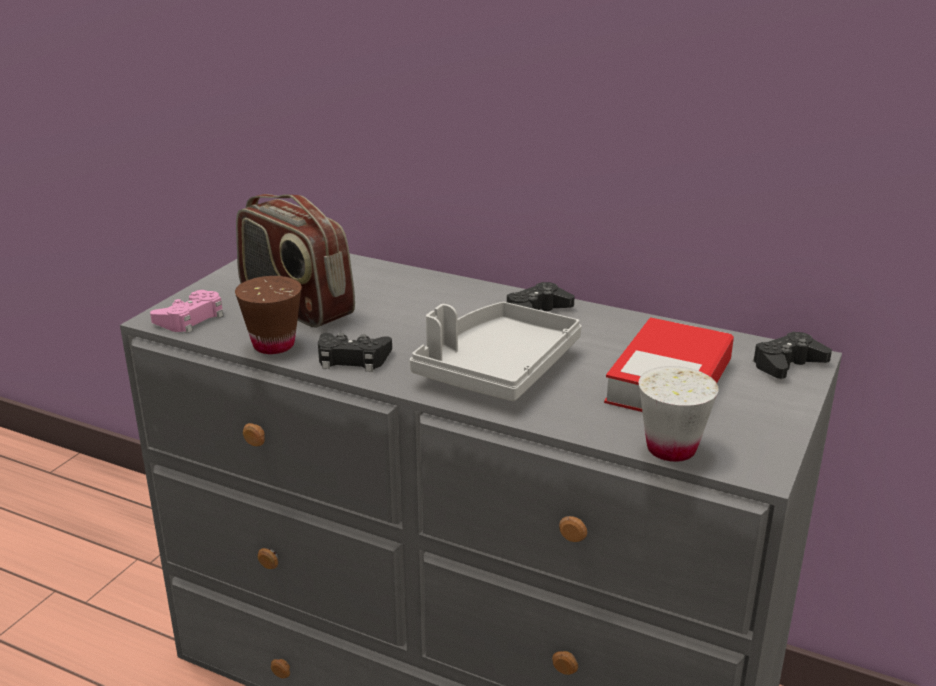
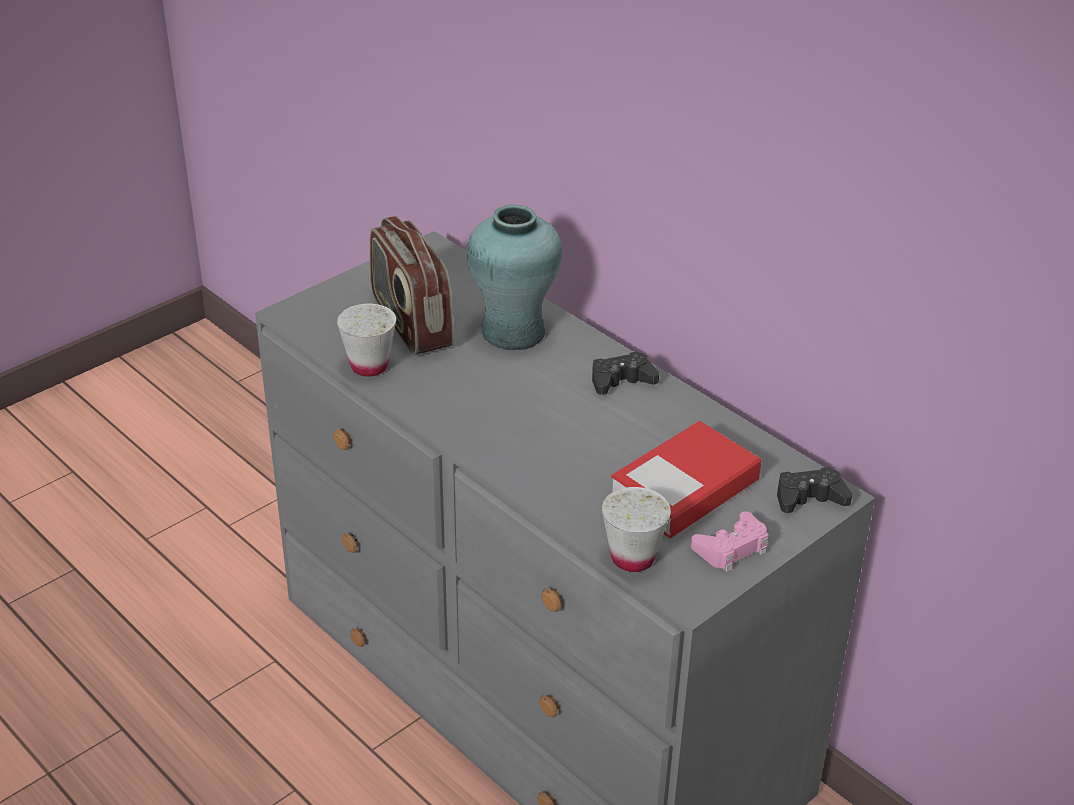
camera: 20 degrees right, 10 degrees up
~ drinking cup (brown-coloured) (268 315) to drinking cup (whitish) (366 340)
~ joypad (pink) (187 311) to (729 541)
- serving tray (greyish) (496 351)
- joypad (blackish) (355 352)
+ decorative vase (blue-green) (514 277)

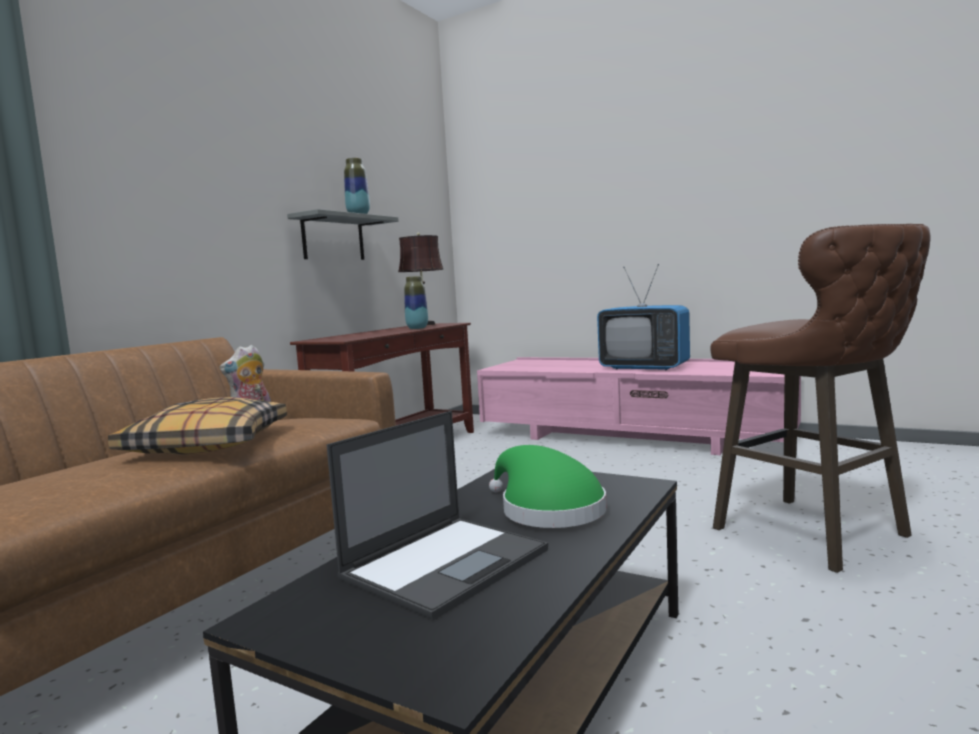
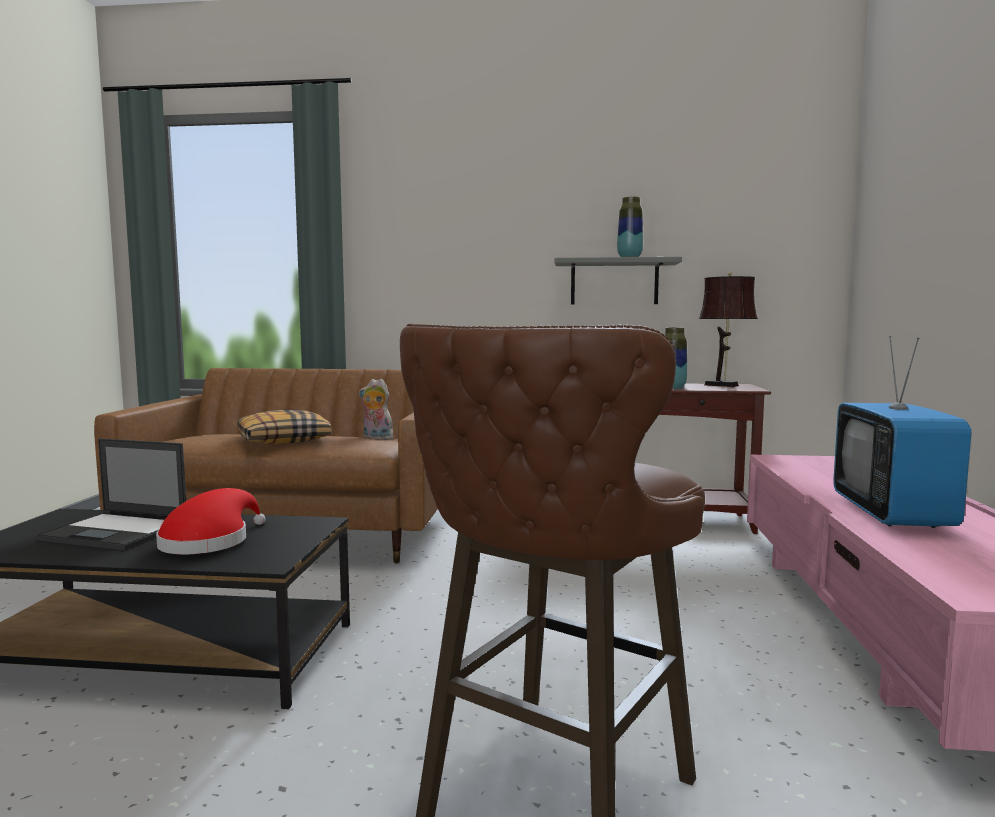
camera: 65 degrees right, 0 degrees up
~ wearable hat (green-coloured) (548 486) to wearable hat (red) (211 521)

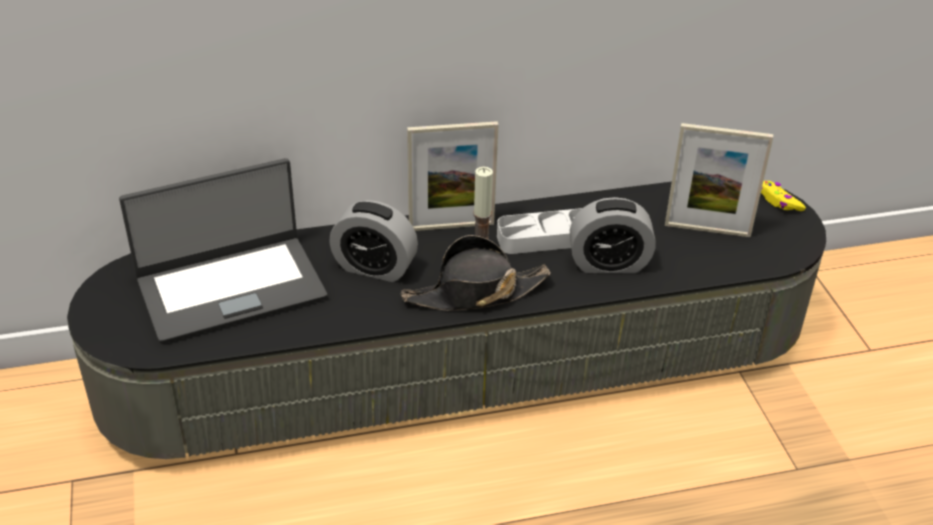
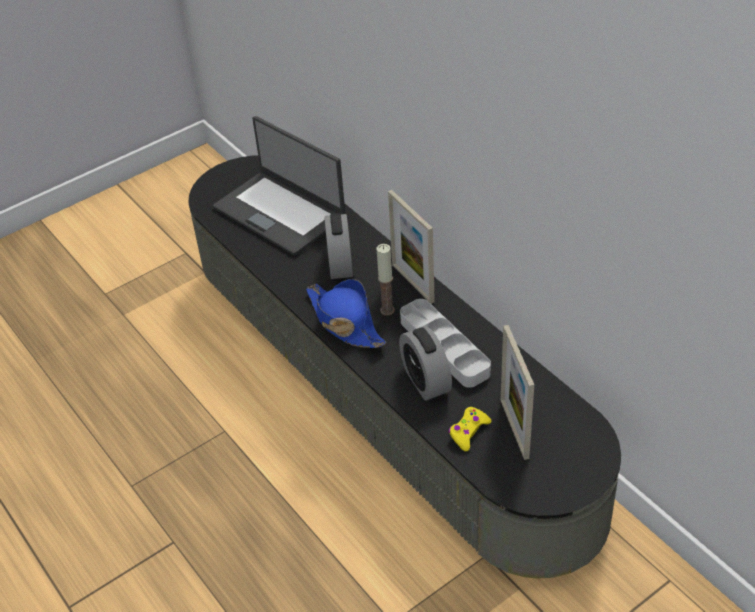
camera: 70 degrees right, 5 degrees up
~ joypad (yellow-coloured) (783 196) to (470 429)
~ wearable hat (blackish) (476 273) to wearable hat (bluish) (346 313)

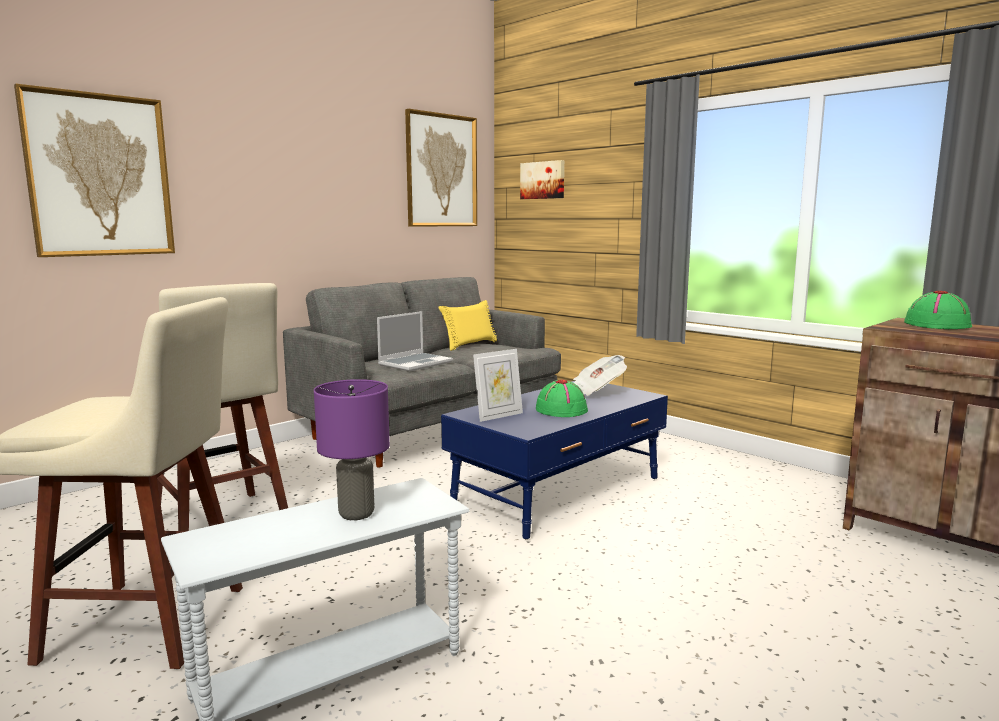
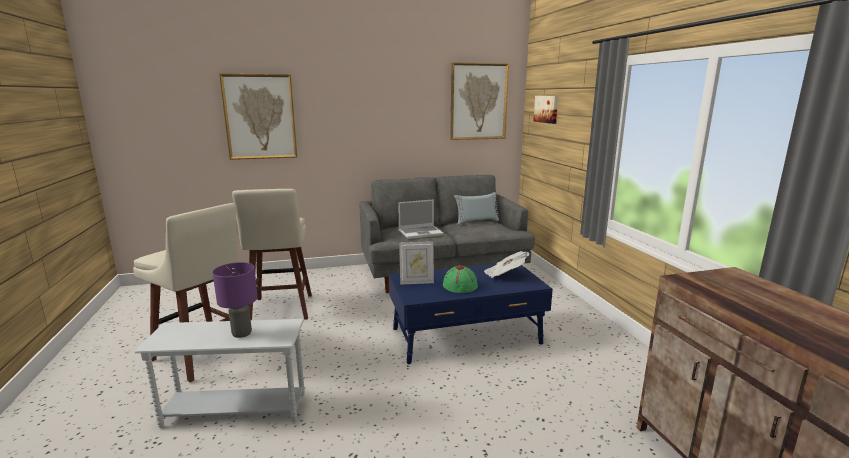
camera: 30 degrees right, 5 degrees up
- wearable hat (green-coloured) (938 309)
~ throw pillow (yellow-coloured) (467 325) to throw pillow (bluish) (476 208)

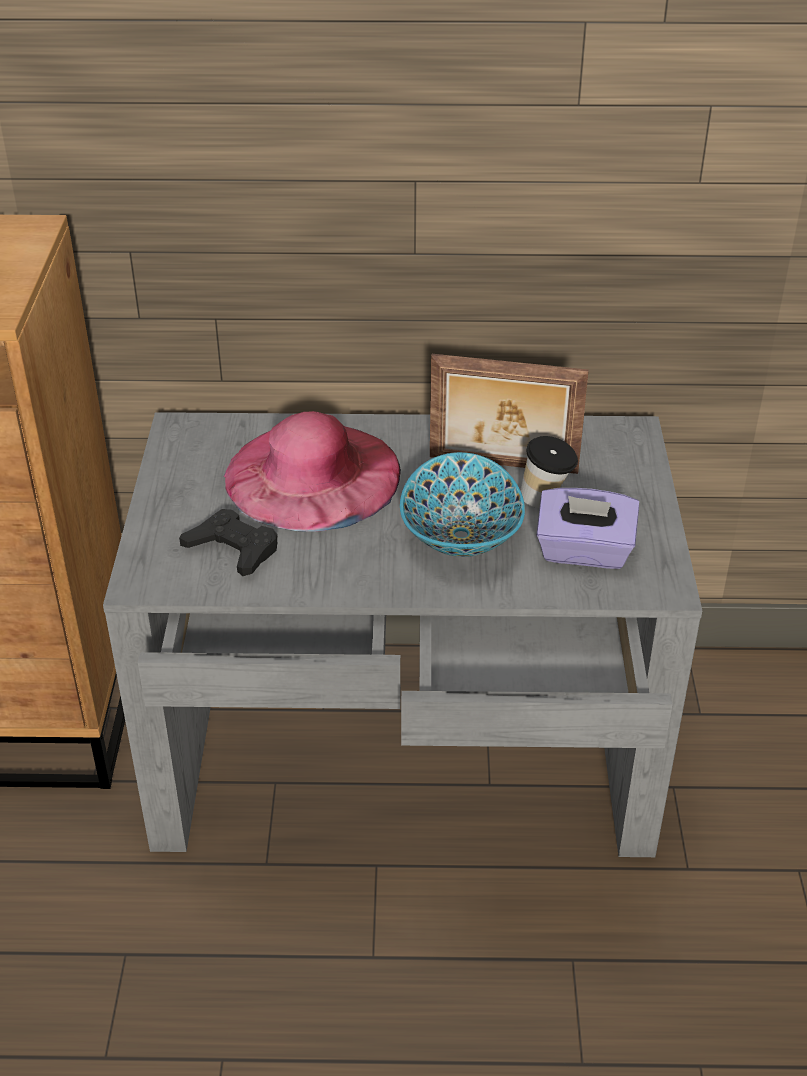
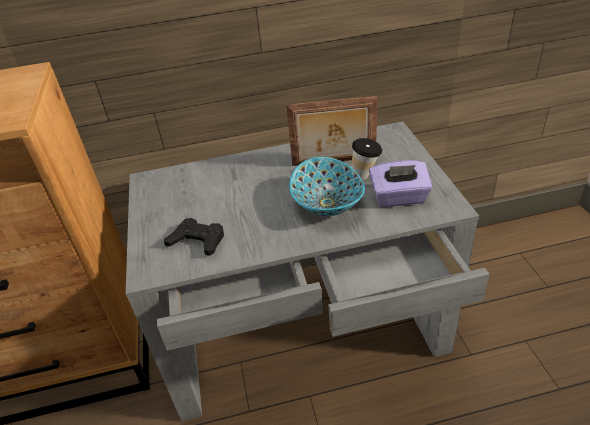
camera: 10 degrees left, 0 degrees up
- wearable hat (pink) (312 471)

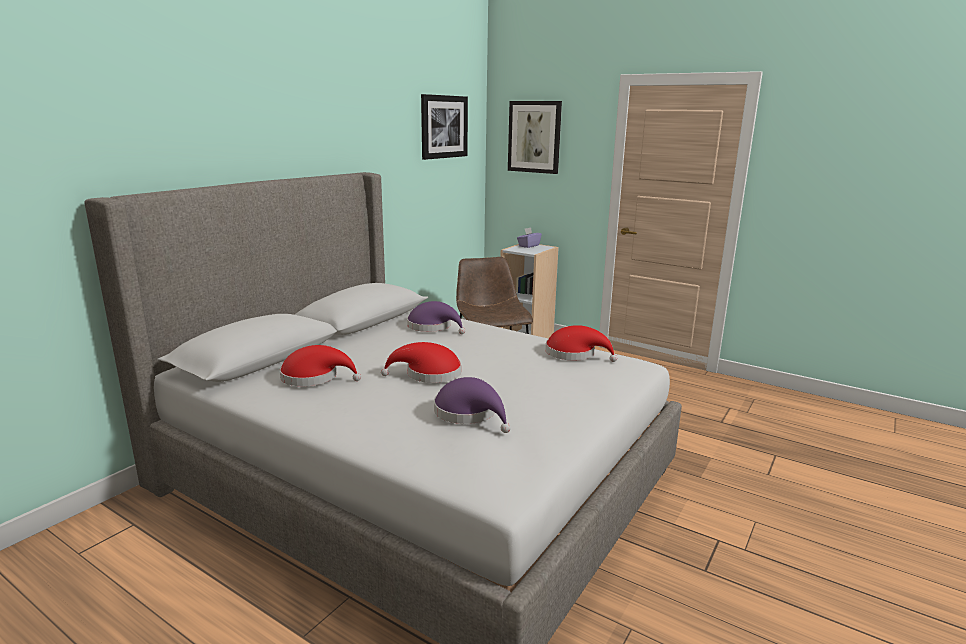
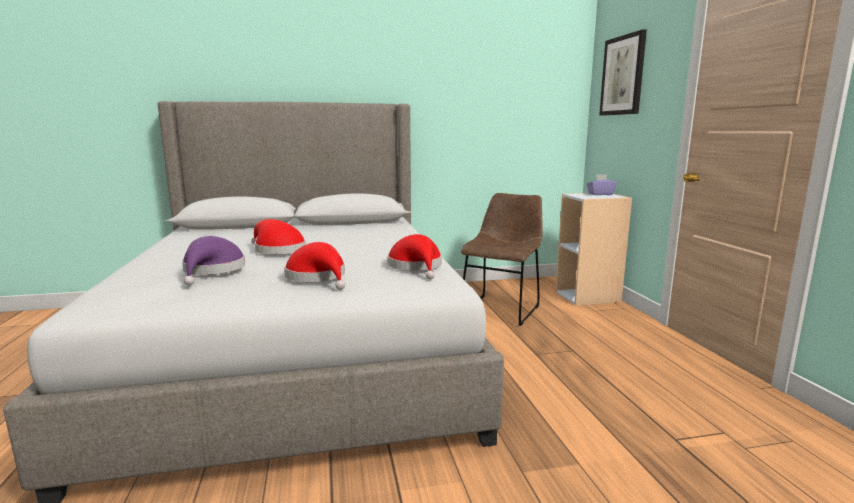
camera: 45 degrees right, 5 degrees down
- wall art (444 127)
- wearable hat (purple) (436 317)
~ wearable hat (red) (320 365) to (314 266)

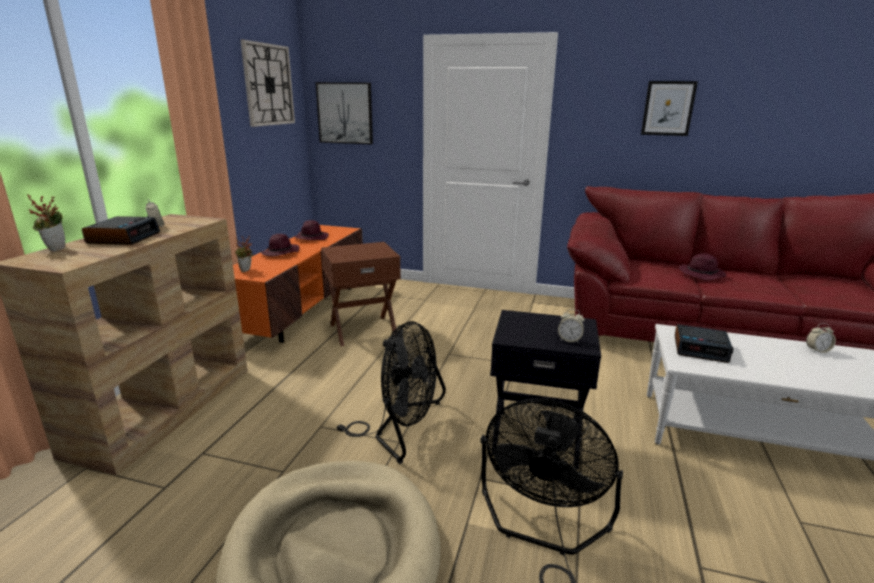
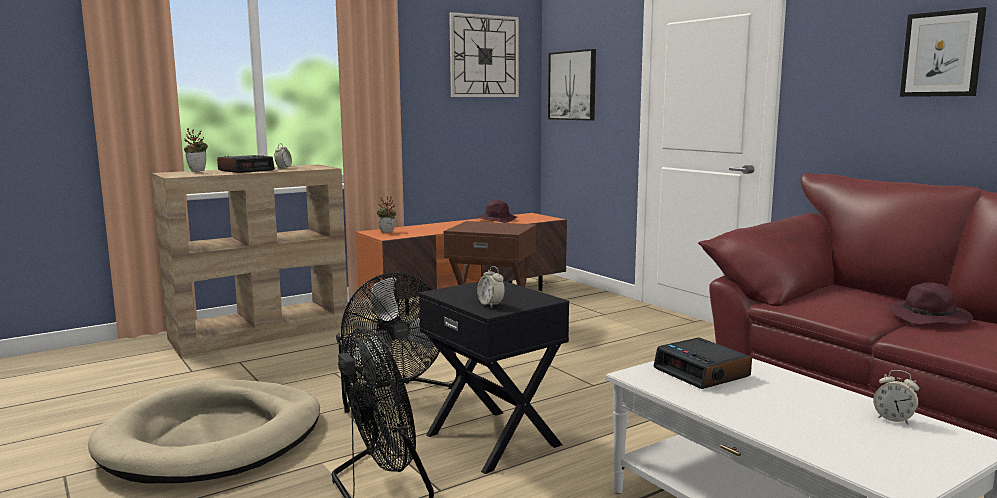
camera: 40 degrees right, 10 degrees down
- wearable hat (purple) (280 245)

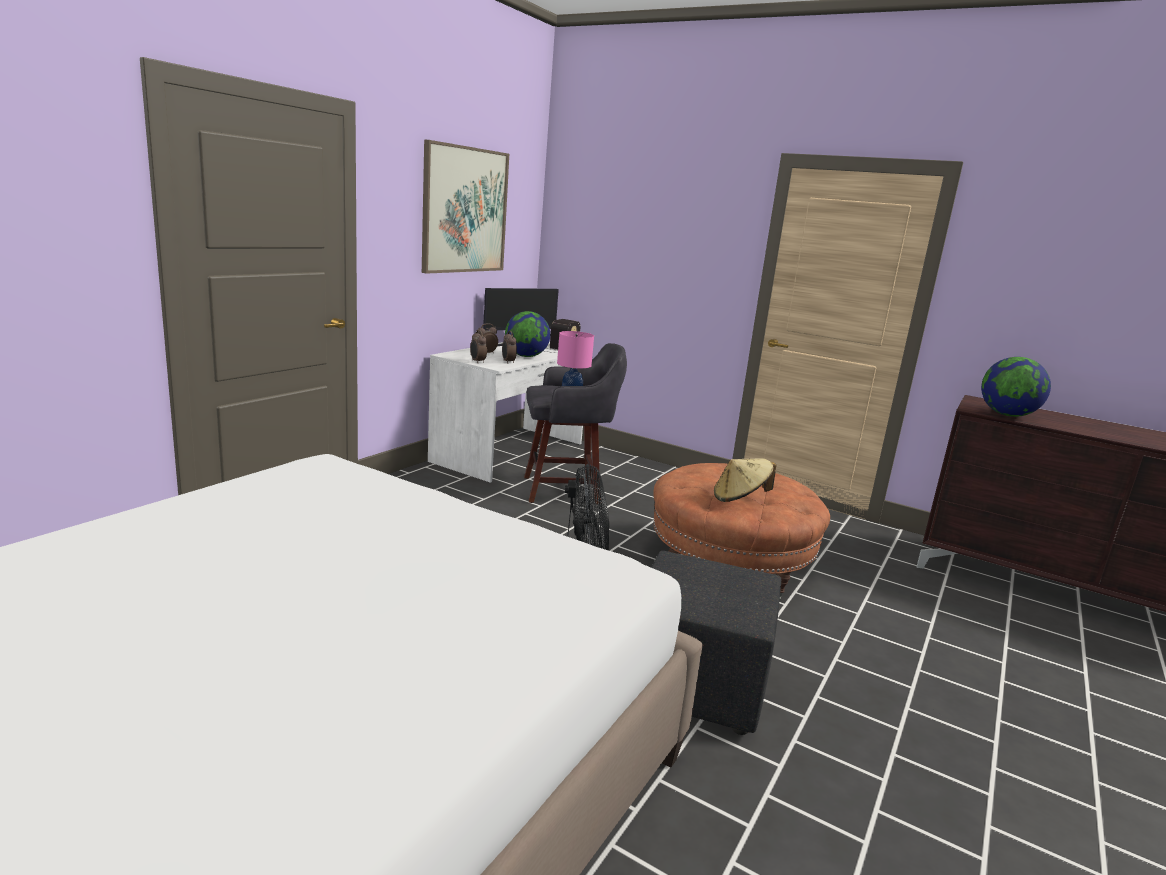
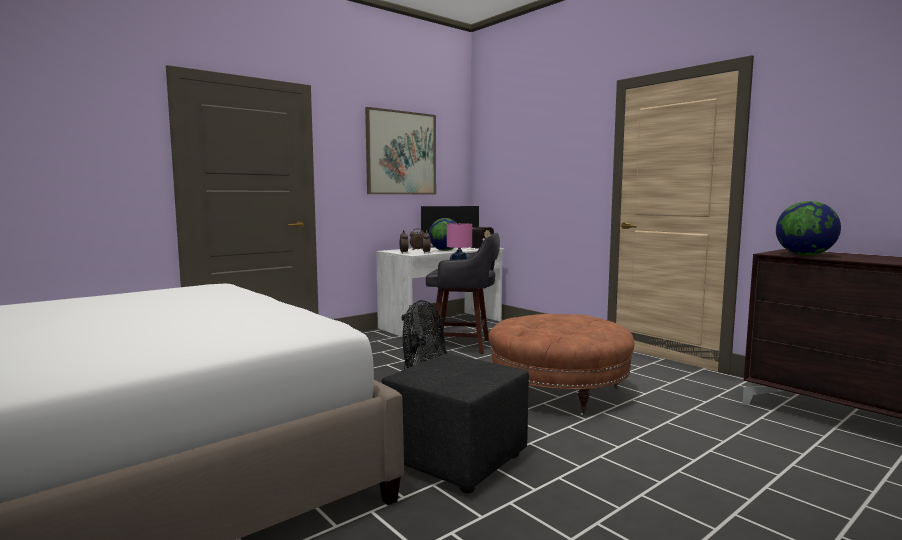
camera: 20 degrees right, 10 degrees down
- wearable hat (beige) (745 480)

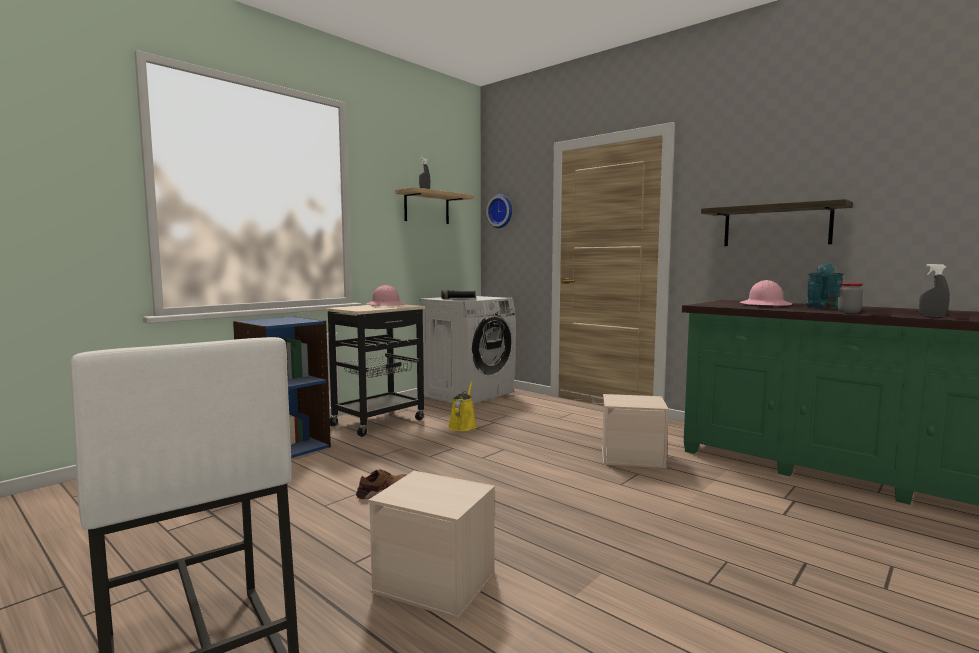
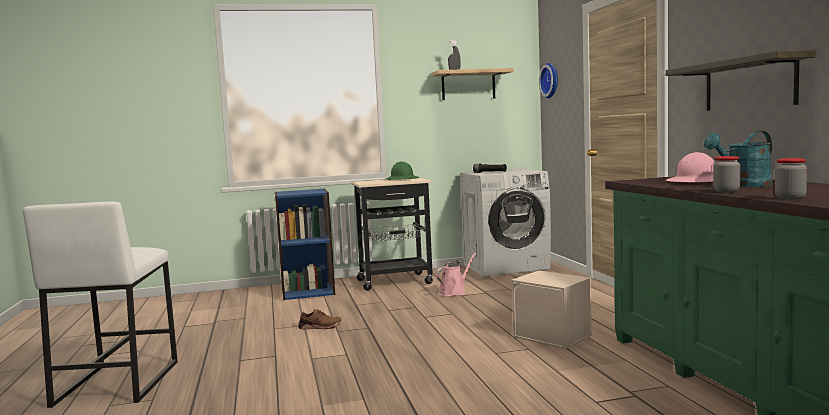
camera: 35 degrees right, 0 degrees up
~ sprayer (greyish) (934 290) to preserve jar (791 179)
~ work helmet (pink) (386 295) to work helmet (green-coloured) (402 170)
~ watering can (yellow-coloured) (462 406) to watering can (pink) (456 274)
- storage bin (beige) (431 545)

